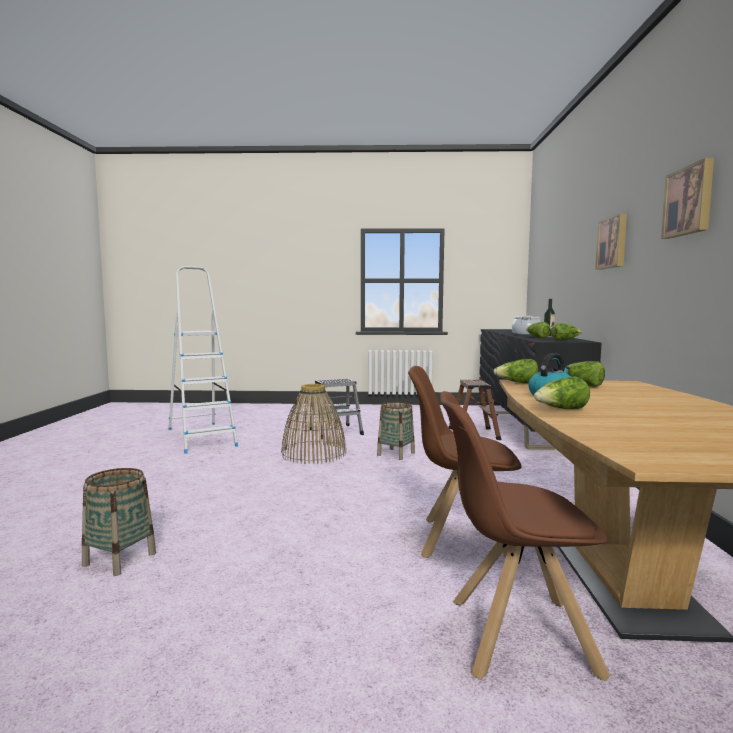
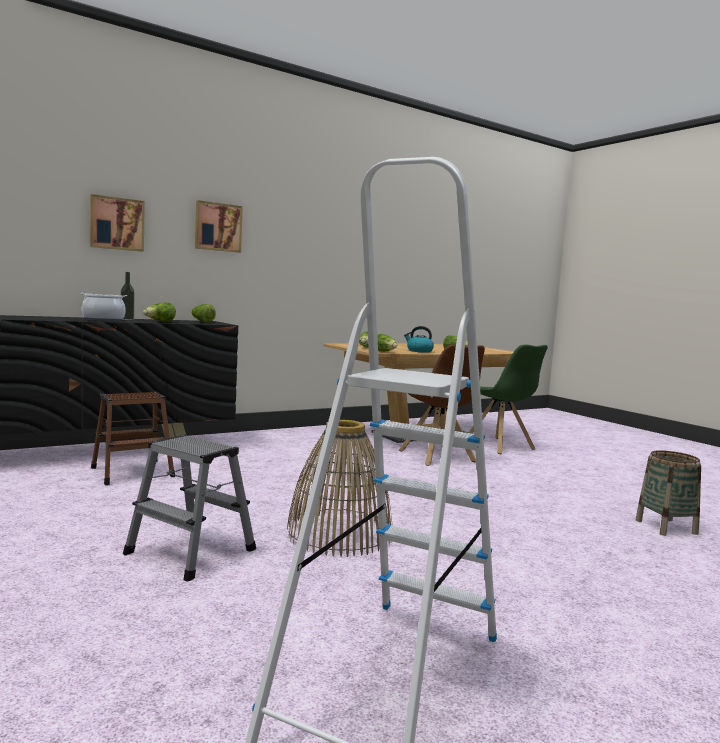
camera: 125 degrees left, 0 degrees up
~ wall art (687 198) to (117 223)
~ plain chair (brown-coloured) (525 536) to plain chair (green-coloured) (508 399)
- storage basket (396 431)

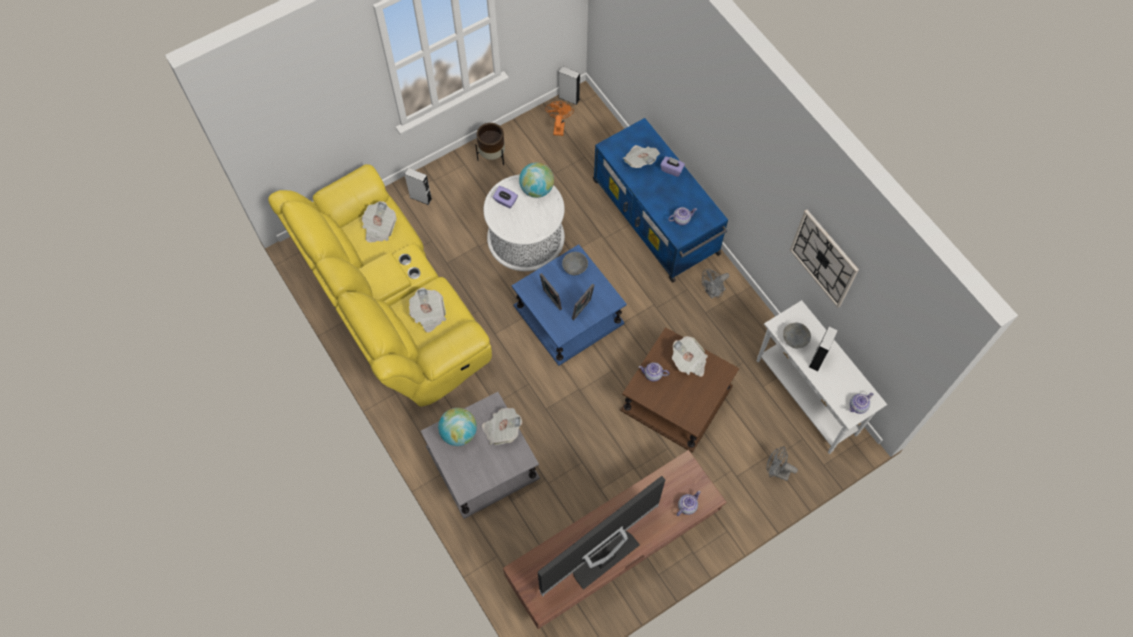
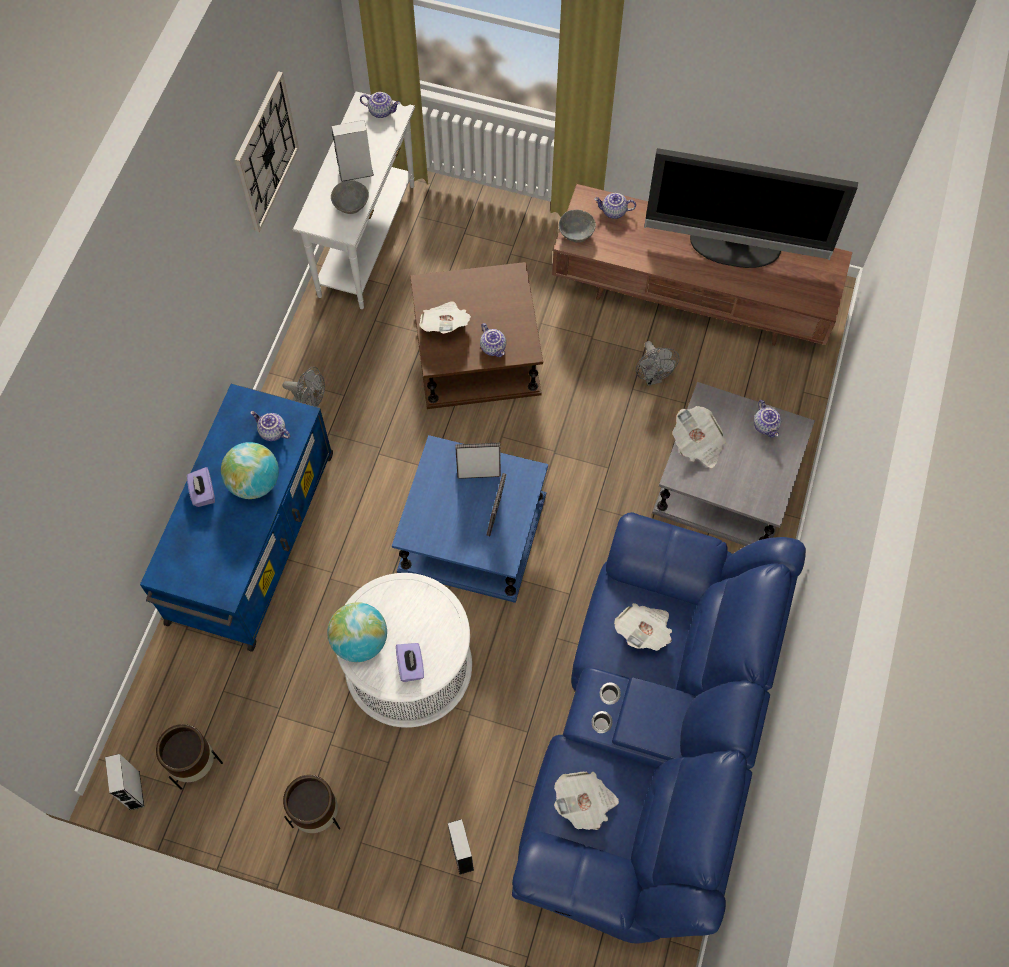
camera: 130 degrees left, 0 degrees up
~ cooling fan (orange-coloured) (559 118) to flower pot (brown-coloured) (189 757)
- daily paper (641 156)
~ couch (yellow-coloured) (380 285) to couch (bluish) (659 728)
~ bowl (greyish) (575 263) to (577 226)
~ desk globe (457 427) to (250 470)
~ cooling fan (greyish) (782 463) to (657 363)
+ tea pot (767 419)

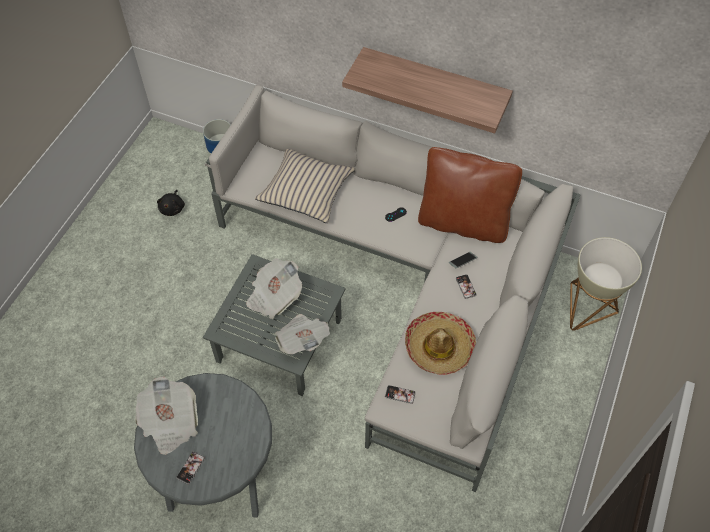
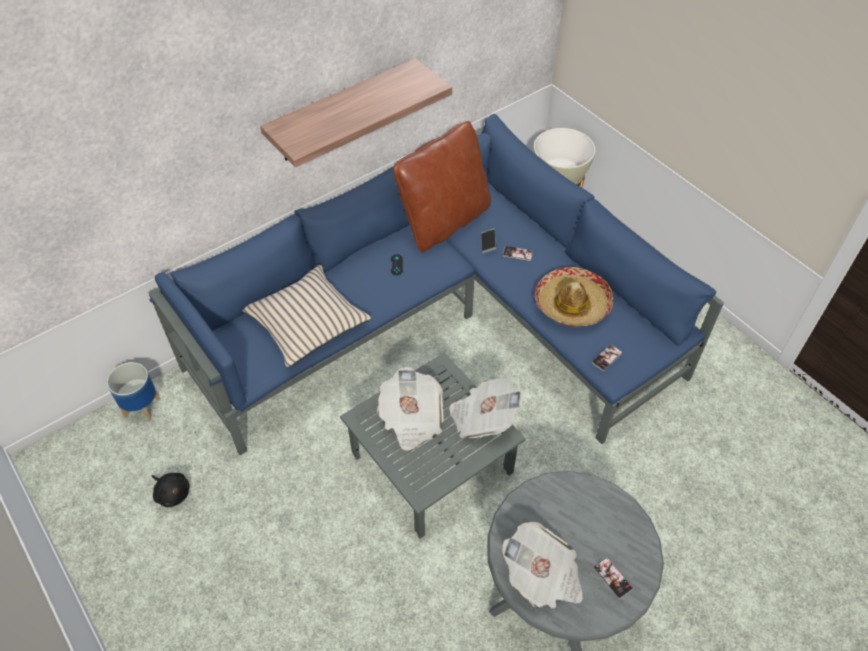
camera: 60 degrees left, 5 degrees down
~ couch (whitish) (392 288) to couch (bluish) (436 326)

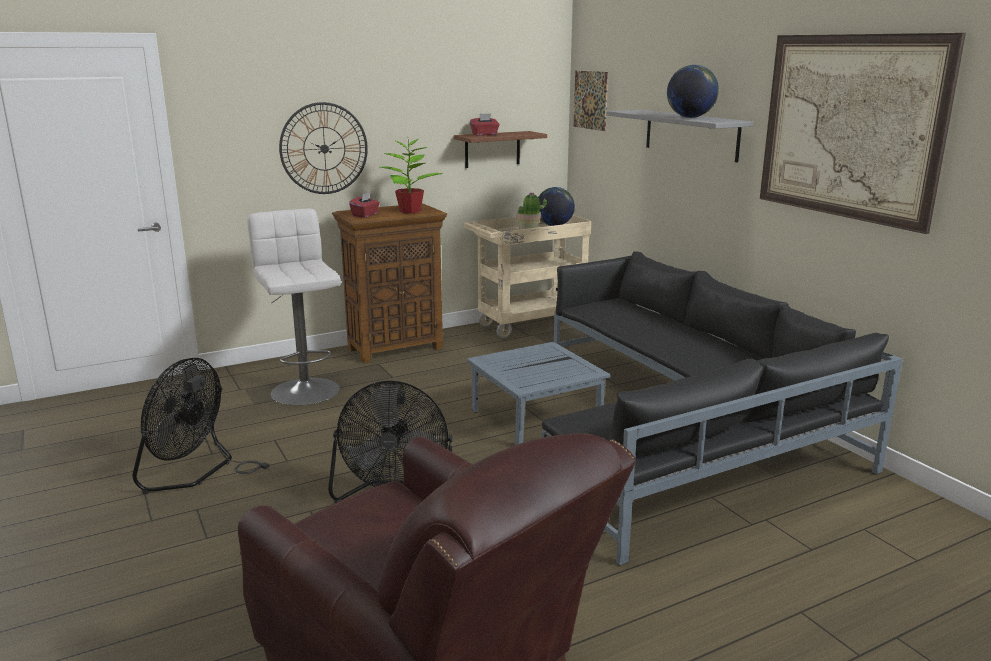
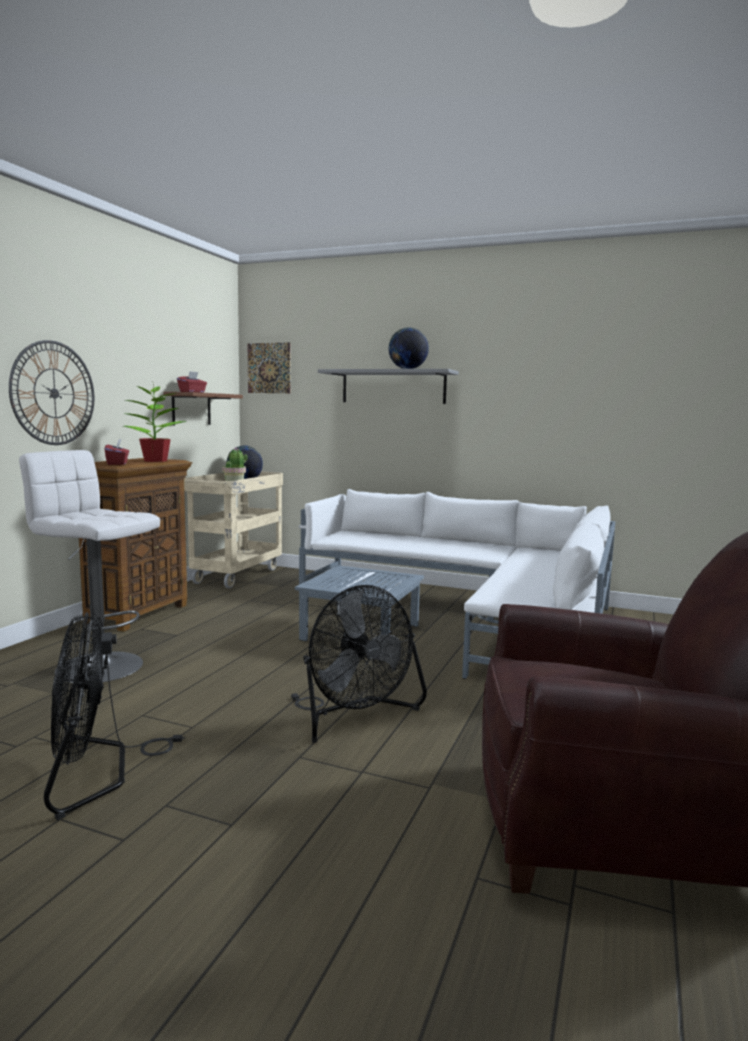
camera: 40 degrees left, 10 degrees down
- wall art (863 133)
~ couch (blackish) (685 408) to couch (whitish) (455 584)

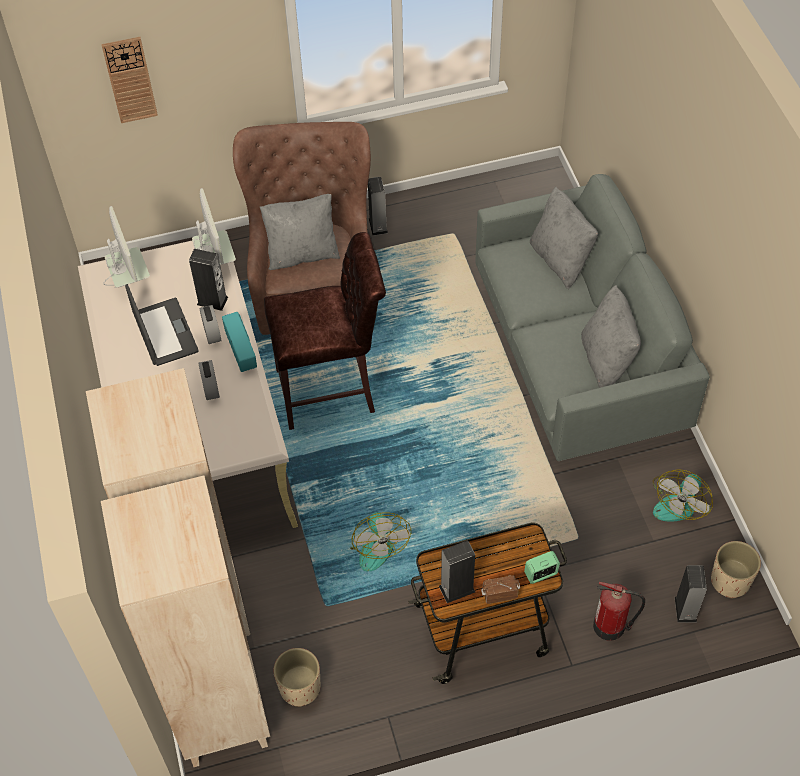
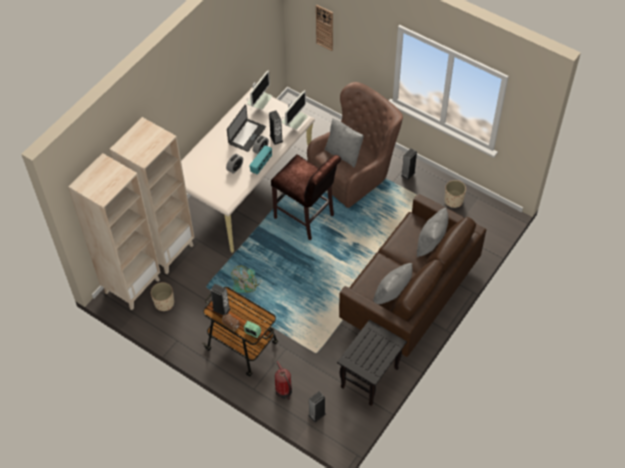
camera: 50 degrees right, 0 degrees up
~ couch (greyish) (593 317) to couch (brown-coloured) (412 275)
~ cooling fan (683 495) to end table (blackish) (372 363)
~ flower pot (beige) (736 569) to (455 194)

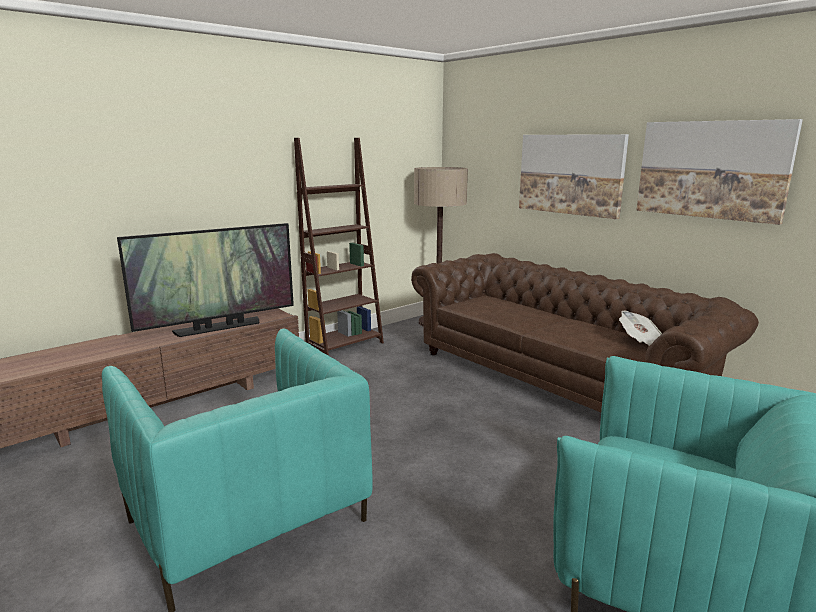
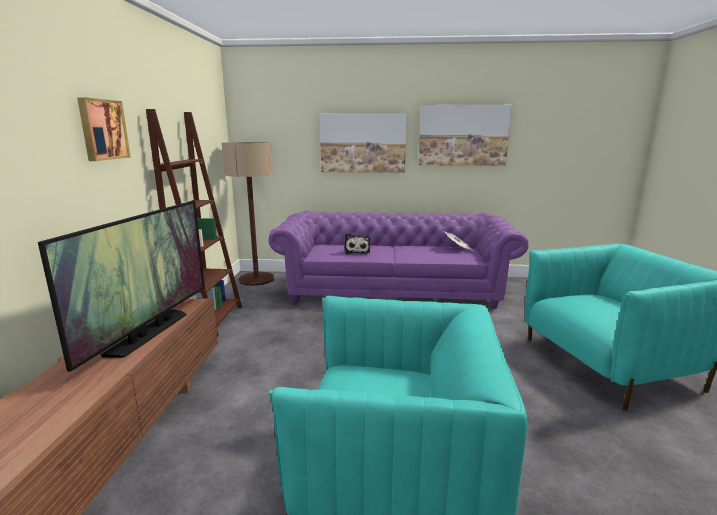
camera: 45 degrees left, 0 degrees up
~ couch (brown-coloured) (585 332) to couch (purple) (398 260)
+ wall art (104 129)
+ plush toy (357 243)

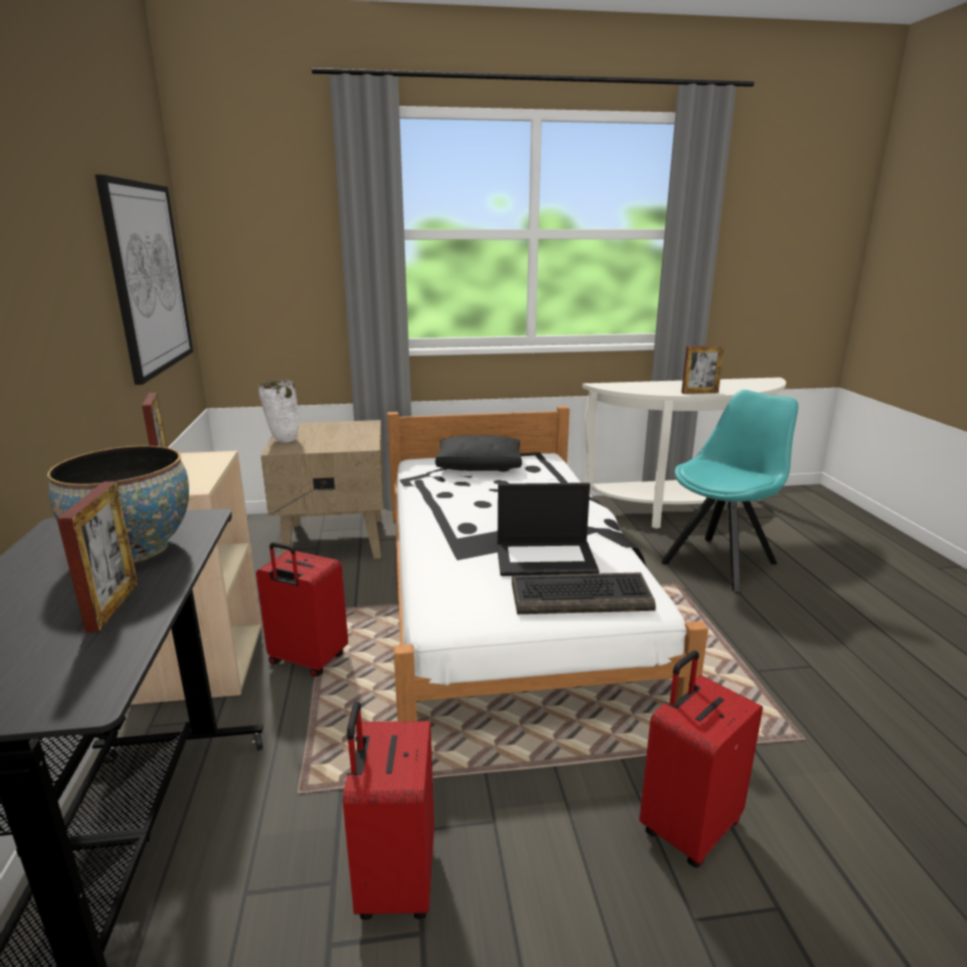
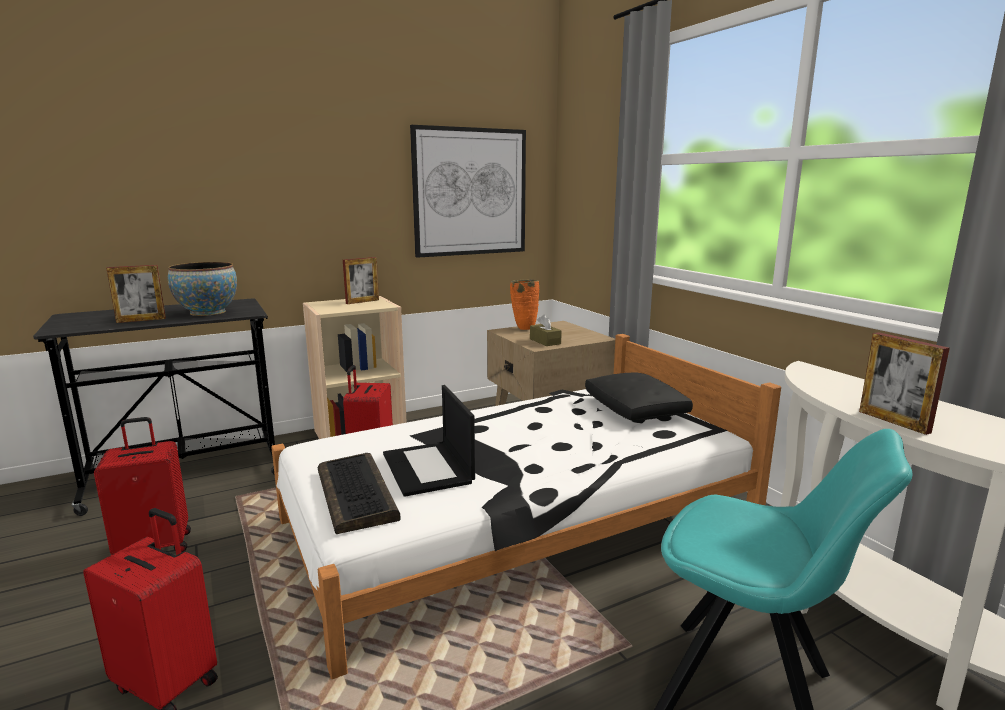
camera: 70 degrees right, 5 degrees down
~ decorative vase (whitish) (278 411) to decorative vase (orange-coloured) (524 305)
+ tissue box (brown-coloured) (546 330)

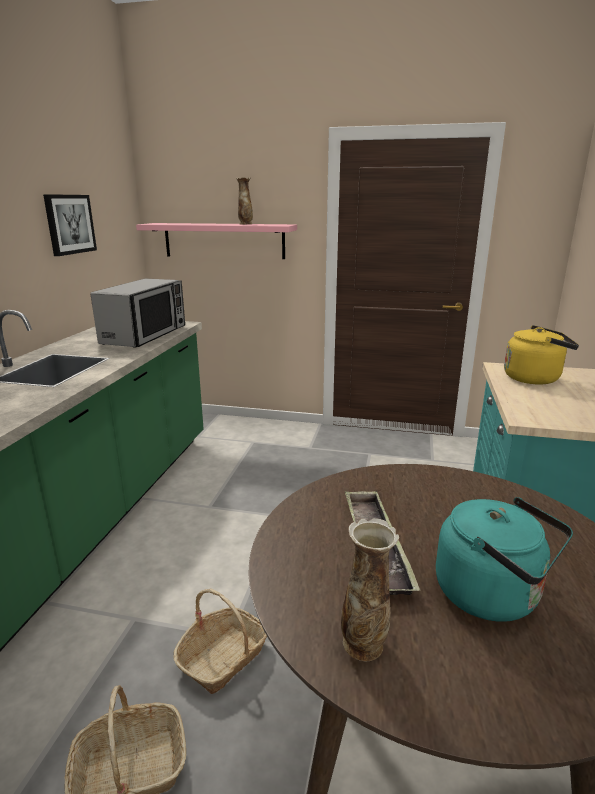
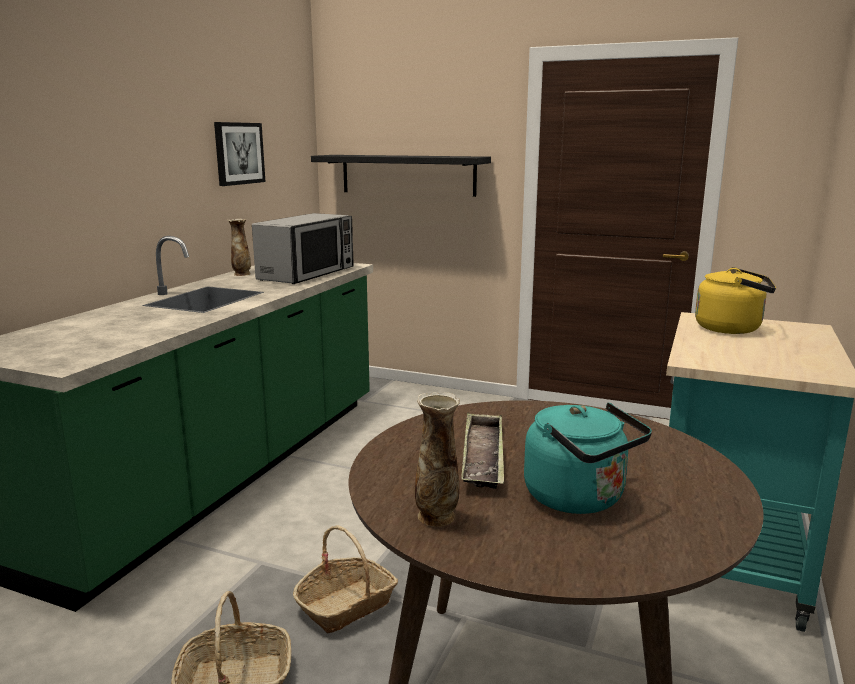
camera: 10 degrees right, 5 degrees down
~ decorative vase (244 200) to (239 247)
~ bracket shelf (pink) (216 241) to bracket shelf (blackish) (401 176)

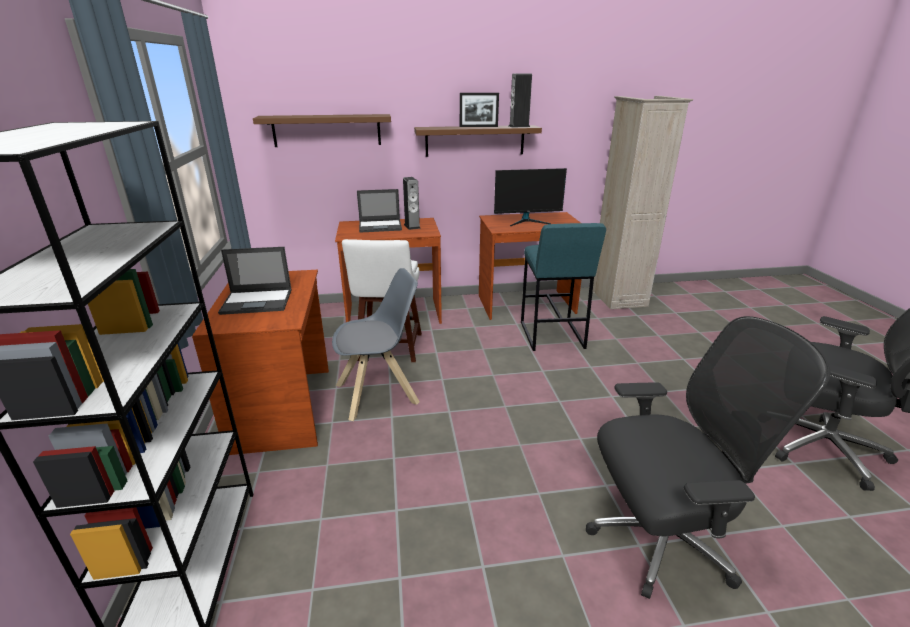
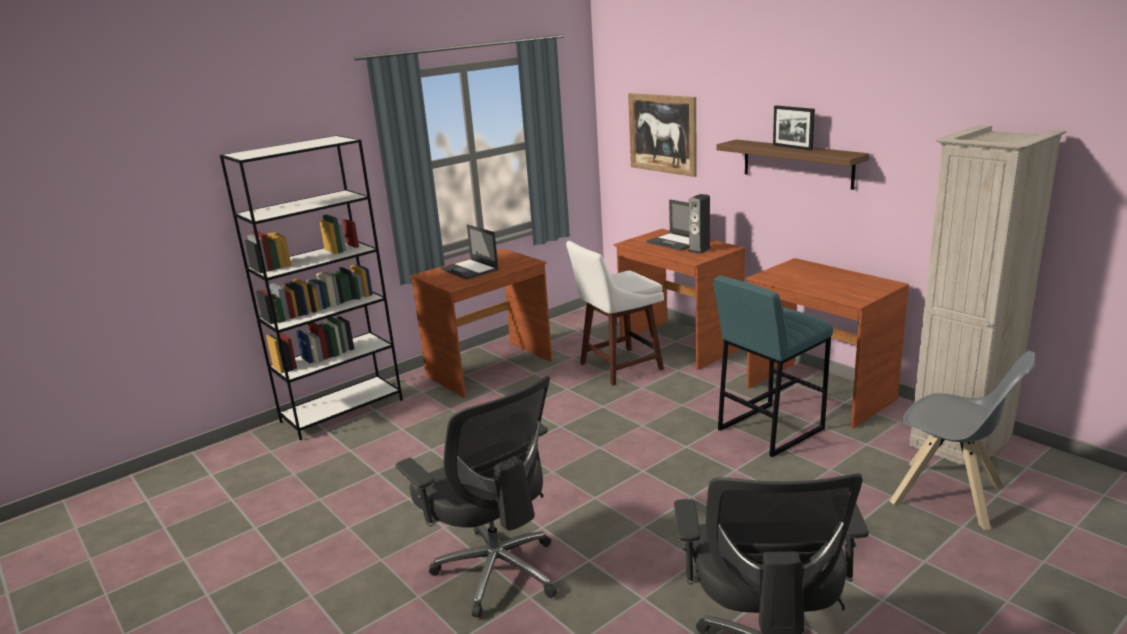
camera: 60 degrees right, 5 degrees down
- speaker (520 101)
~ bracket shelf (brown-coloured) (322 130) to wall art (662 135)
- monitor (530 197)
~ plain chair (greyish) (376 344) to (962 440)

